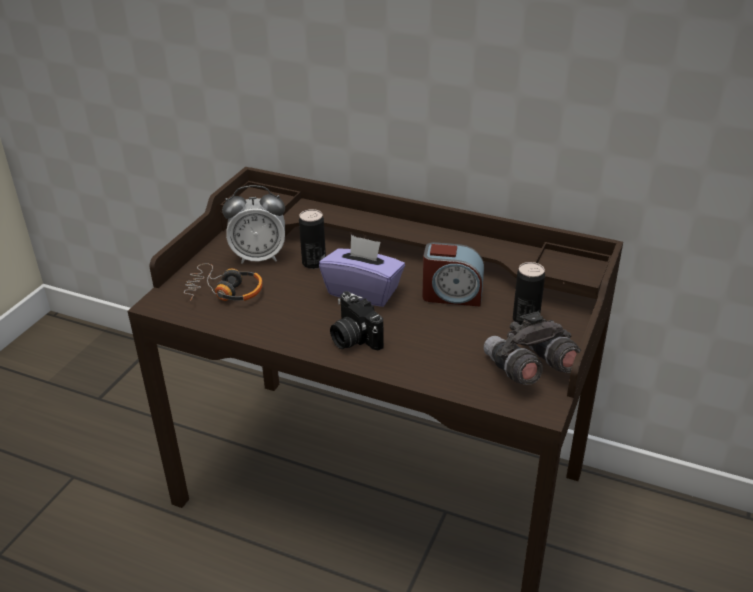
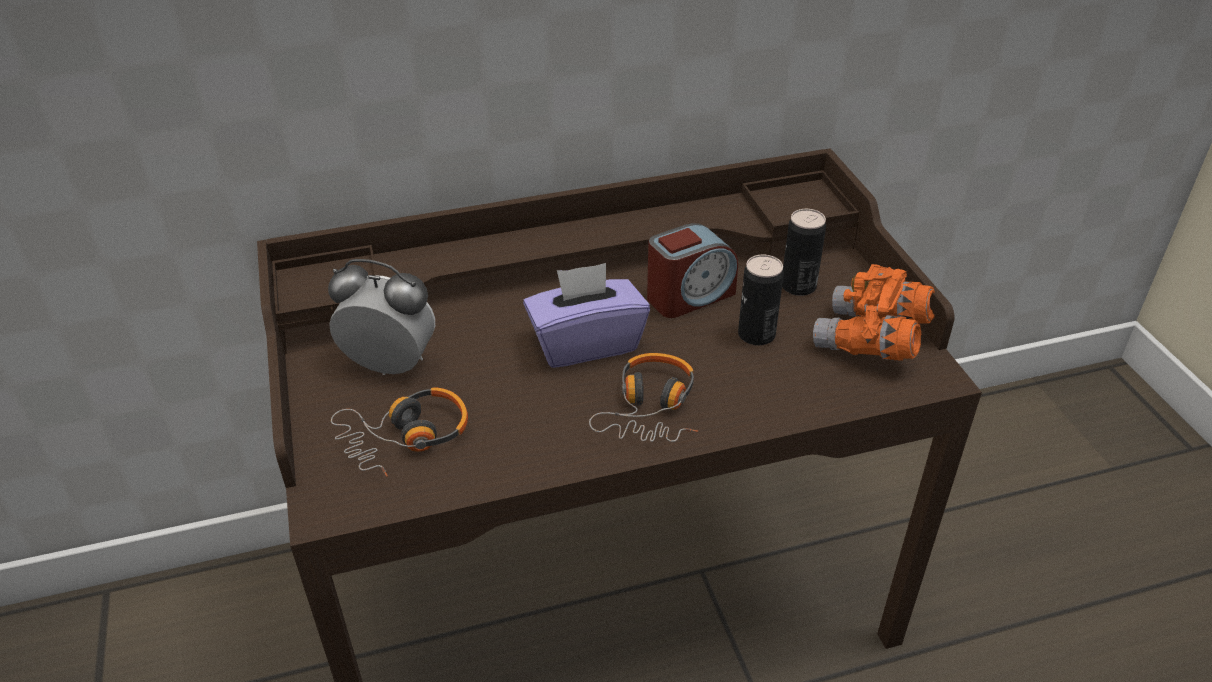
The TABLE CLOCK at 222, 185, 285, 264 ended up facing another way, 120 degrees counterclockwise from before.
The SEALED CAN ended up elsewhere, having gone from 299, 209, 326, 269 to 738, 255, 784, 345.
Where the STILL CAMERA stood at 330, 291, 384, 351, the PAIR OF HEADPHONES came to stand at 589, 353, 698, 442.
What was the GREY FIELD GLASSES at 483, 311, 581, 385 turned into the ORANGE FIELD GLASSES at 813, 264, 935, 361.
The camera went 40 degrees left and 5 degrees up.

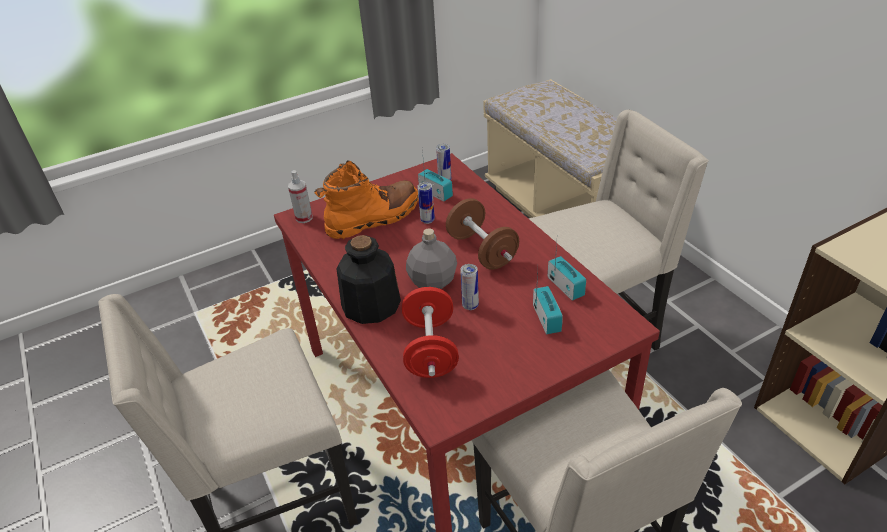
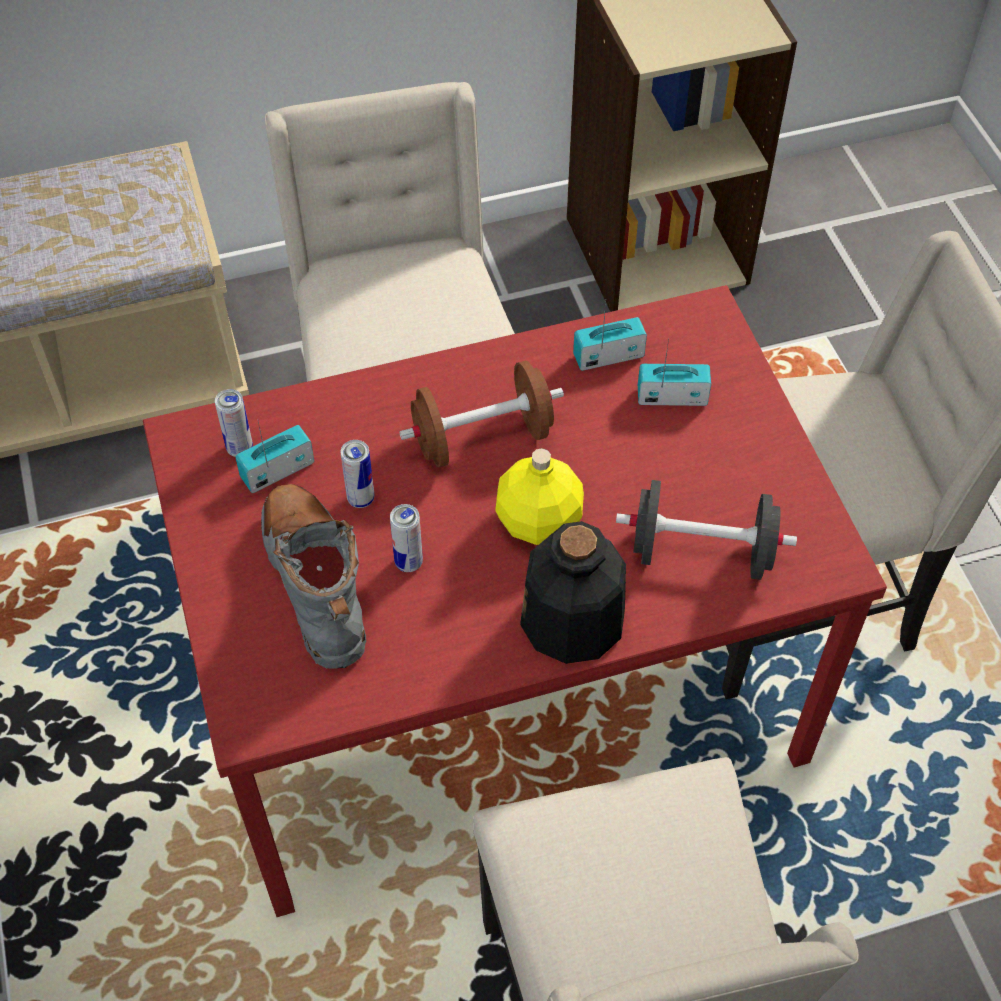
The second view lost the HAND SPRAYER at 288, 170, 313, 223.
What was the ORANGE TALL BOOT at 314, 160, 419, 239 turned into the GREY TALL BOOT at 261, 484, 366, 669.
What was the RED HAND WEIGHT at 402, 287, 459, 378 turned into the BLACK-COLOURED HAND WEIGHT at 616, 480, 797, 580.
What was the GREY BOTTLE at 406, 228, 457, 289 turned into the YELLOW BOTTLE at 495, 448, 584, 545.
The SEALED CAN ended up elsewhere, having gone from 460, 264, 479, 310 to 390, 504, 423, 572.
The camera went 80 degrees left and 15 degrees up.

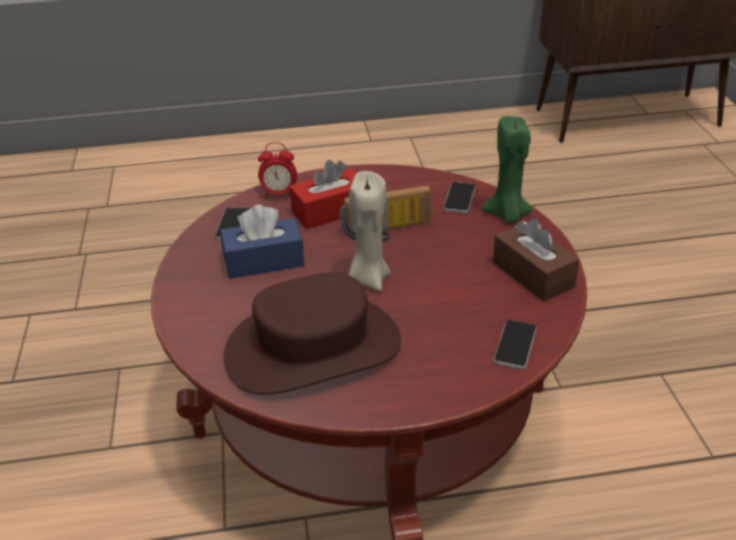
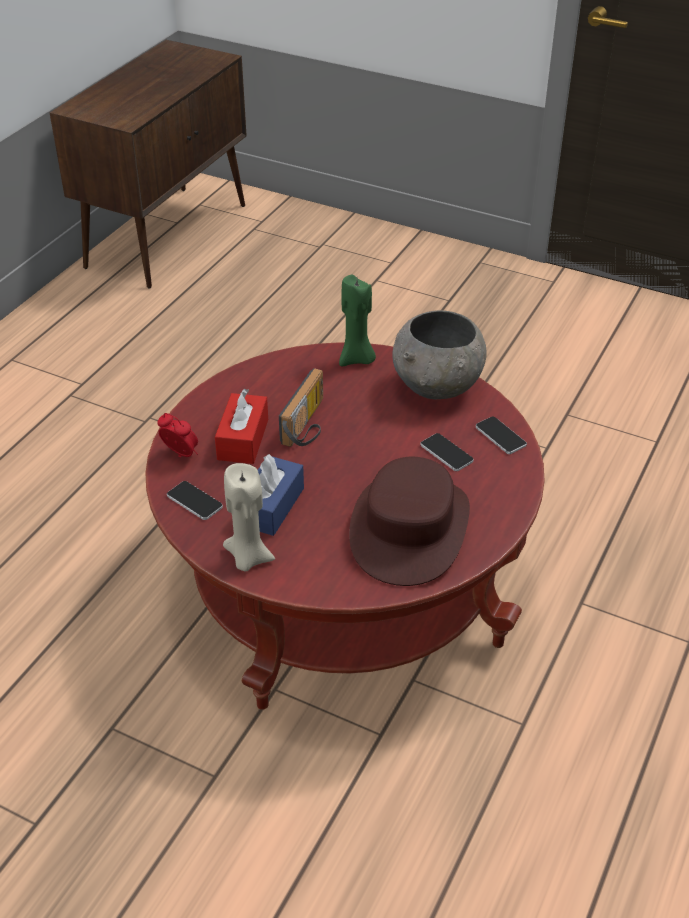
The TABLE CLOCK at 258, 142, 297, 199 ended up facing another way, 90 degrees counterclockwise from before.
The SAND-COLOURED WAX LIGHT ended up elsewhere, having gone from 348, 171, 390, 291 to 223, 463, 275, 571.
The HANDSET ended up elsewhere, having gone from 443, 182, 475, 213 to 420, 433, 473, 471.
Where the BROWN-COLOURED TISSUE HOLDER stood at 493, 219, 579, 301, the GREY SERVING BOWL came to stand at 393, 310, 487, 399.
The camera went 55 degrees left and 5 degrees up.

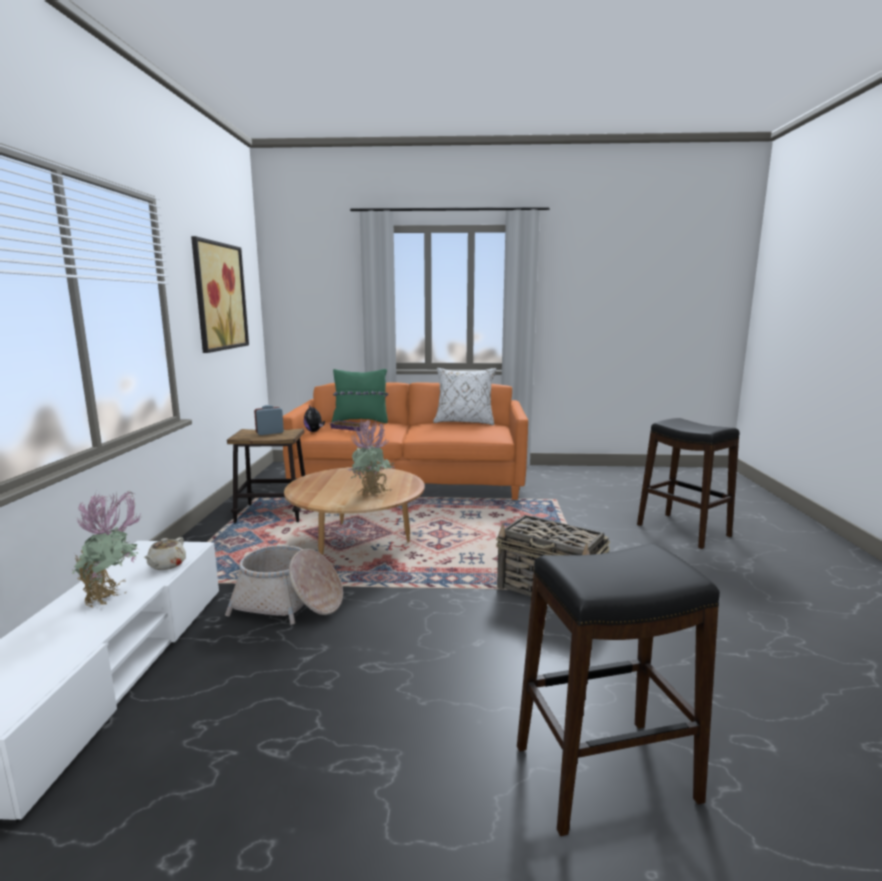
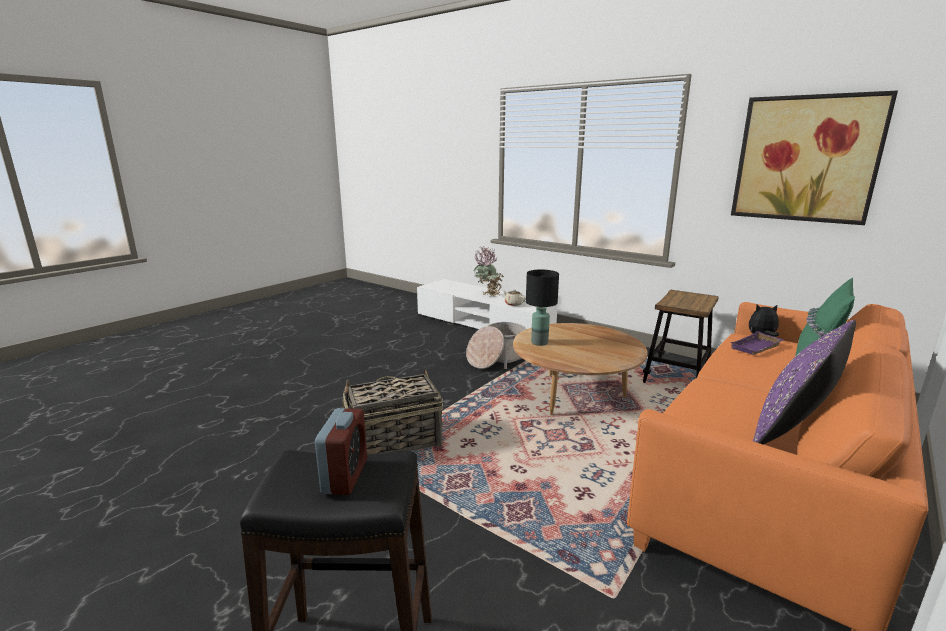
The TABLE CLOCK ended up elsewhere, having gone from 254, 405, 284, 435 to 315, 408, 367, 495.
Where the PLANT IN A POT stood at 349, 419, 395, 496, the BLACK-COLOURED LAMP FOR A TABLE came to stand at 526, 270, 559, 346.
What was the WHITE-COLOURED PILLOW at 433, 368, 496, 425 turned into the PURPLE PILLOW at 753, 320, 856, 445.
The second view lost the BLACK-COLOURED SITTING STOOL at 517, 544, 720, 836.
The camera went 125 degrees right and 5 degrees up.

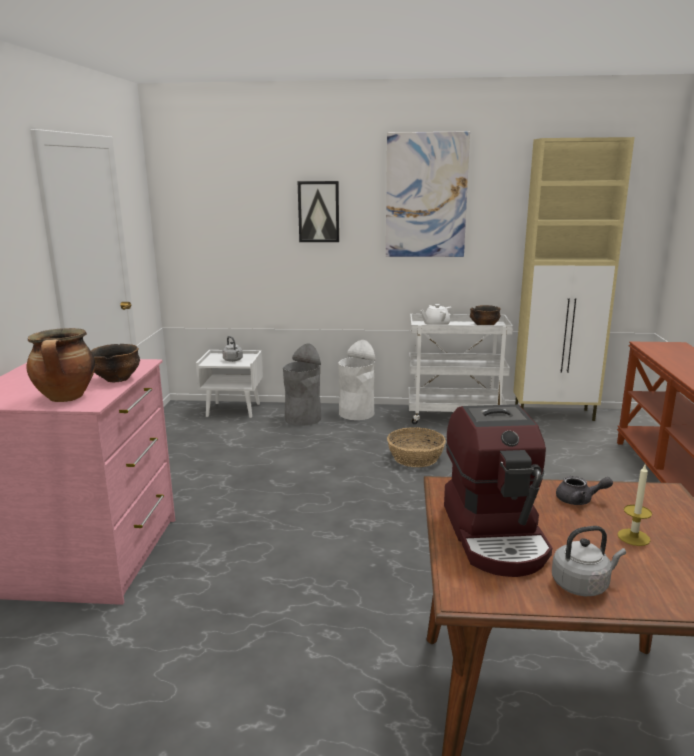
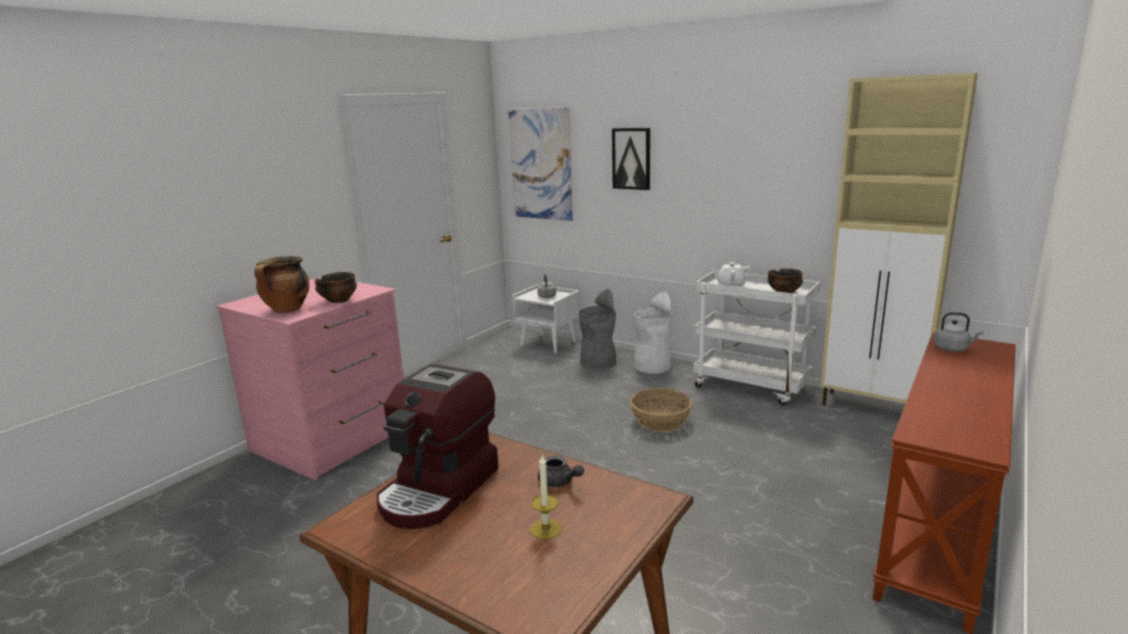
The PICTURE ended up elsewhere, having gone from 386, 131, 470, 257 to 508, 107, 573, 221.
The GREY KETTLE ended up elsewhere, having gone from 552, 526, 626, 596 to 934, 312, 983, 352.
The camera went 30 degrees right and 0 degrees up.

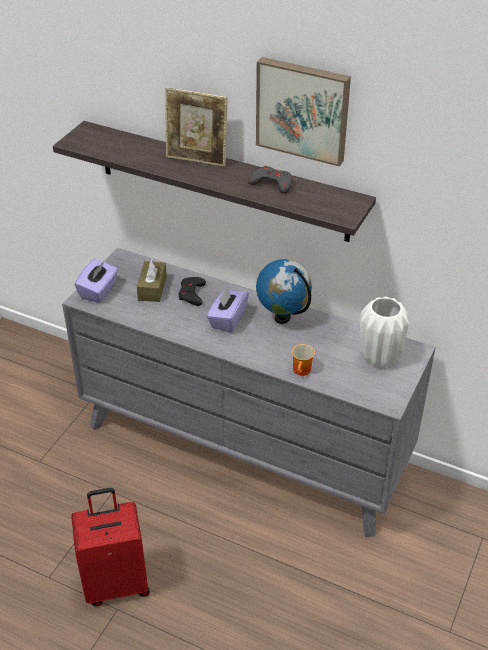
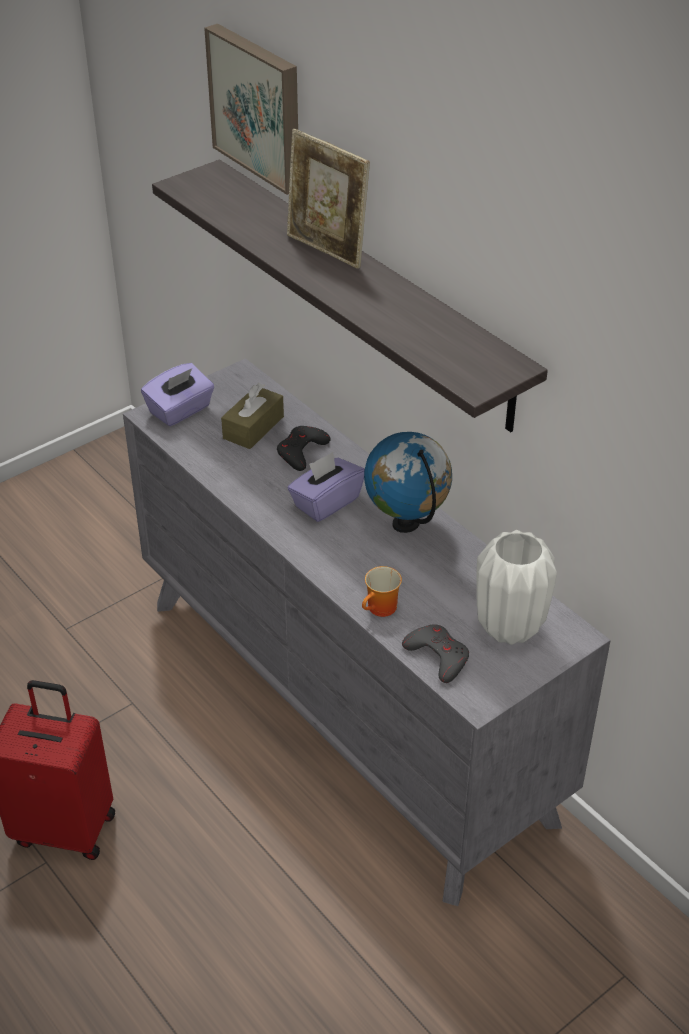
The GREY GAME CONTROLLER ended up elsewhere, having gone from 248, 166, 292, 194 to 402, 624, 469, 683.
The PICTURE ended up elsewhere, having gone from 256, 57, 351, 167 to 204, 24, 298, 195.
The camera went 25 degrees right and 0 degrees up.

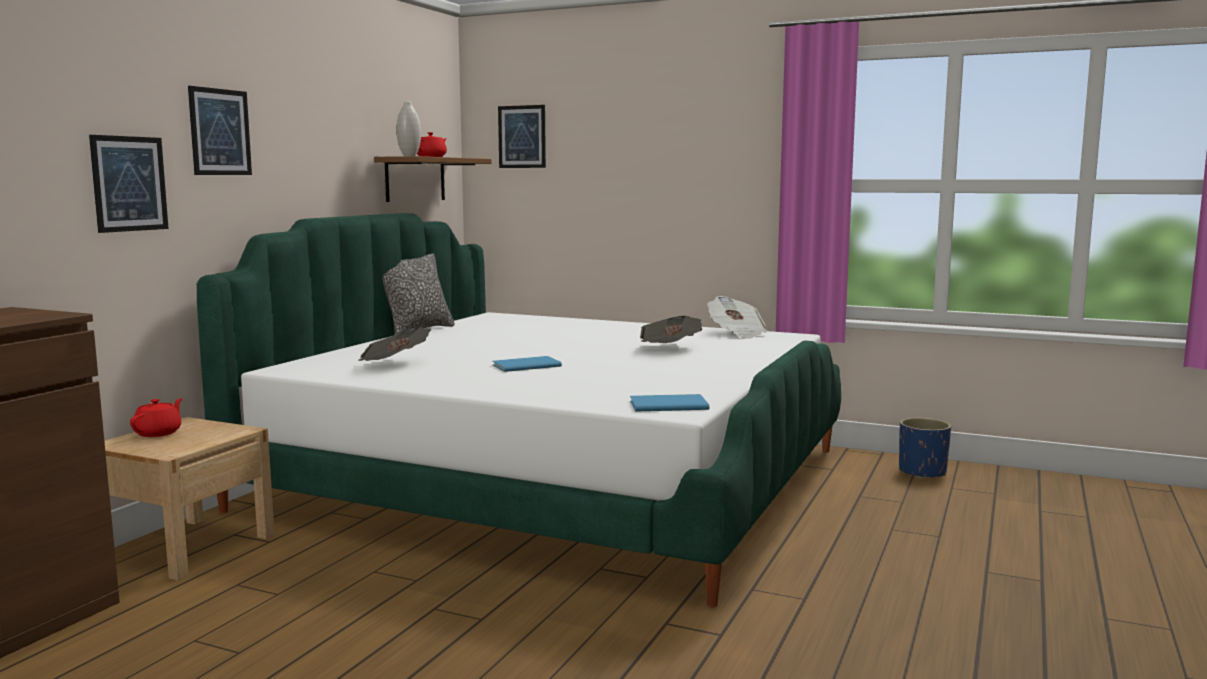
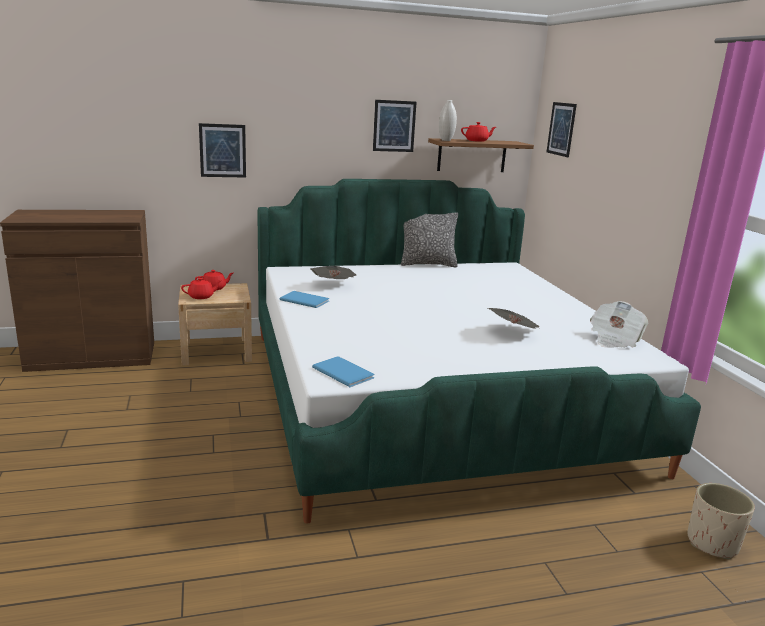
The PICTURE ended up elsewhere, having gone from 188, 86, 252, 175 to 373, 100, 417, 152.
The BLUE BOOK ended up elsewhere, having gone from 492, 356, 562, 372 to 280, 291, 329, 308.
What was the BLUE FLOWER POT at 899, 418, 951, 479 turned into the SAND-COLOURED FLOWER POT at 687, 483, 755, 559.
The second view gained the RED POT FOR TEA at 181, 278, 222, 299.
The camera went 50 degrees right and 10 degrees up.

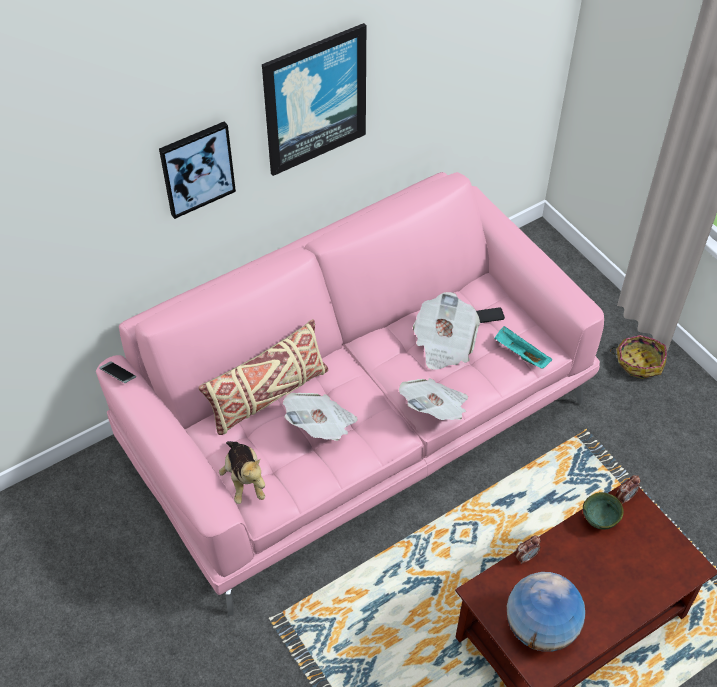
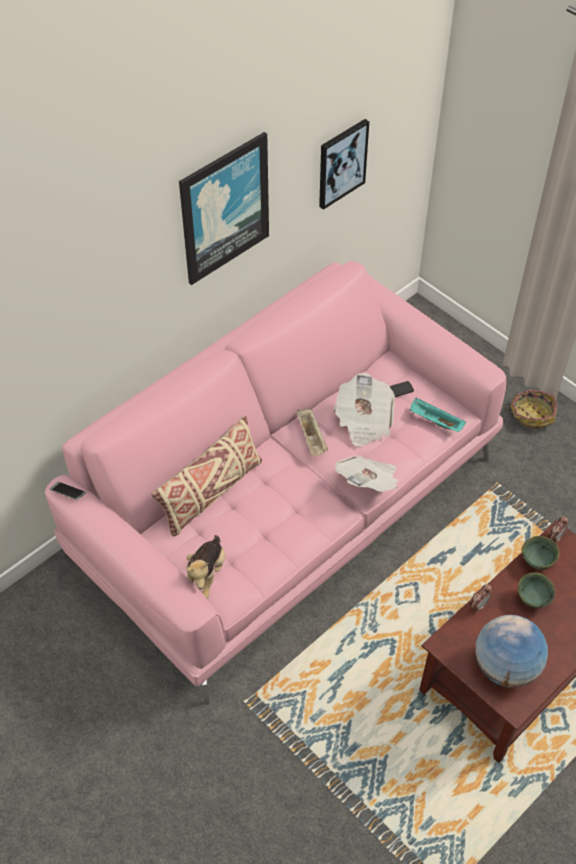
The PICTURE ended up elsewhere, having gone from 159, 121, 236, 219 to 319, 119, 369, 210.
The PLUSH TOY at 219, 441, 265, 504 ended up facing another way, 45 degrees clockwise from before.
The second view lost the NEWSPAPER at 283, 393, 358, 441.
The second view gained the SAND-COLOURED SERVING TRAY at 297, 408, 328, 456.
The second view gained the GREEN-COLOURED SERVING BOWL at 518, 572, 555, 608.
The camera went 10 degrees left and 0 degrees up.

